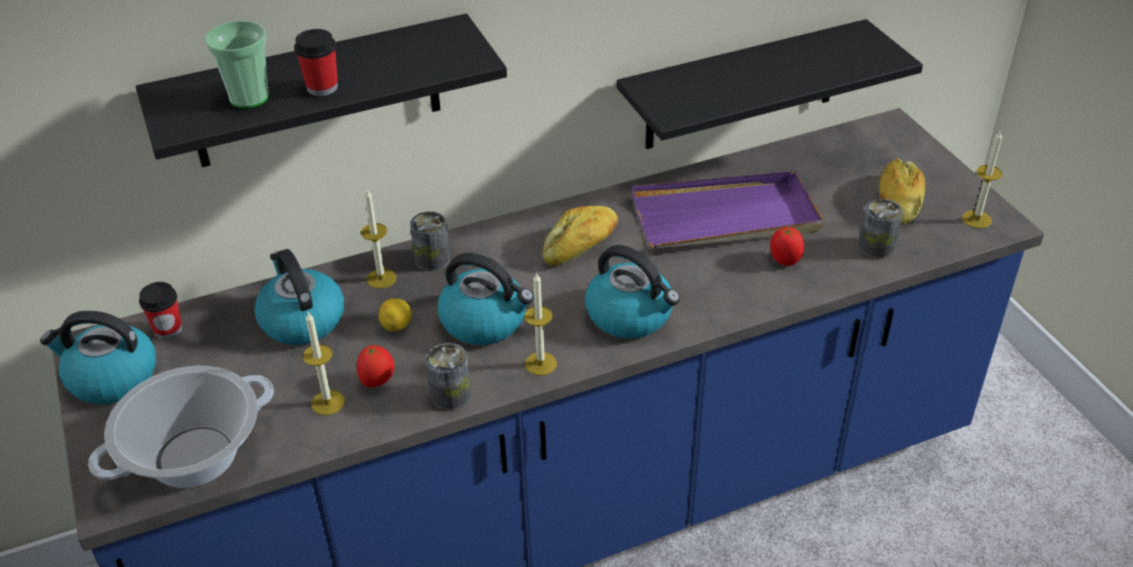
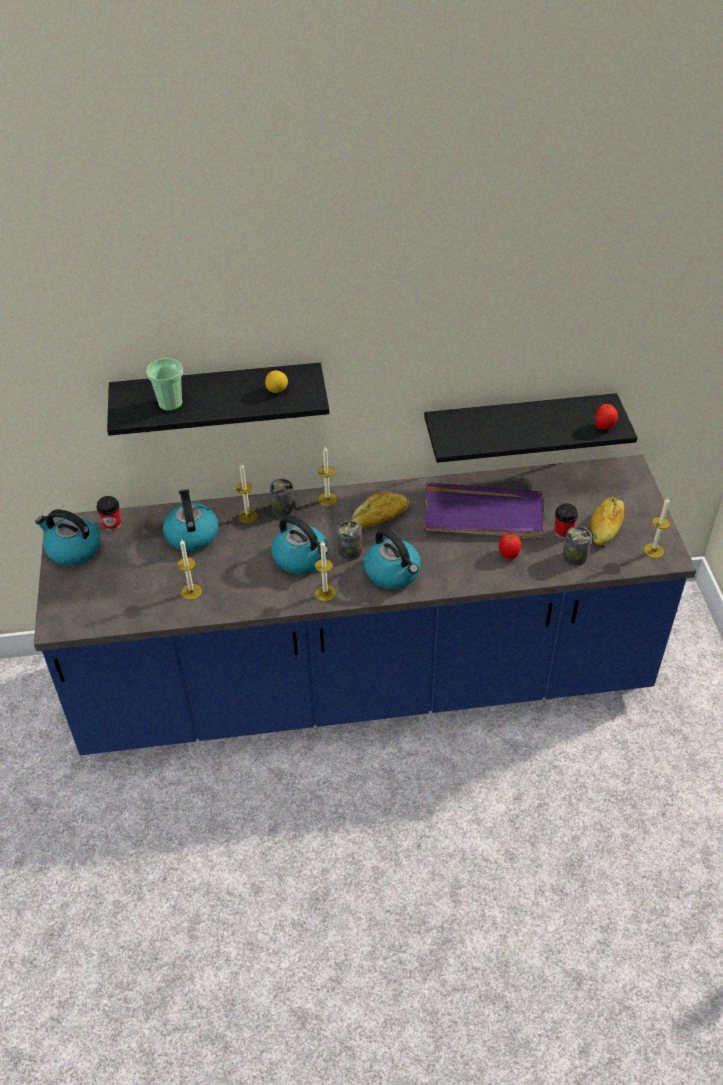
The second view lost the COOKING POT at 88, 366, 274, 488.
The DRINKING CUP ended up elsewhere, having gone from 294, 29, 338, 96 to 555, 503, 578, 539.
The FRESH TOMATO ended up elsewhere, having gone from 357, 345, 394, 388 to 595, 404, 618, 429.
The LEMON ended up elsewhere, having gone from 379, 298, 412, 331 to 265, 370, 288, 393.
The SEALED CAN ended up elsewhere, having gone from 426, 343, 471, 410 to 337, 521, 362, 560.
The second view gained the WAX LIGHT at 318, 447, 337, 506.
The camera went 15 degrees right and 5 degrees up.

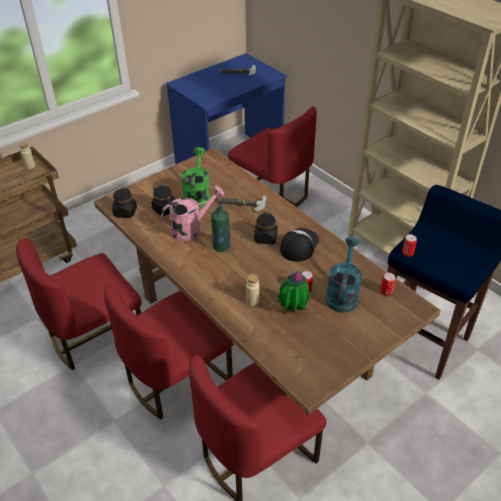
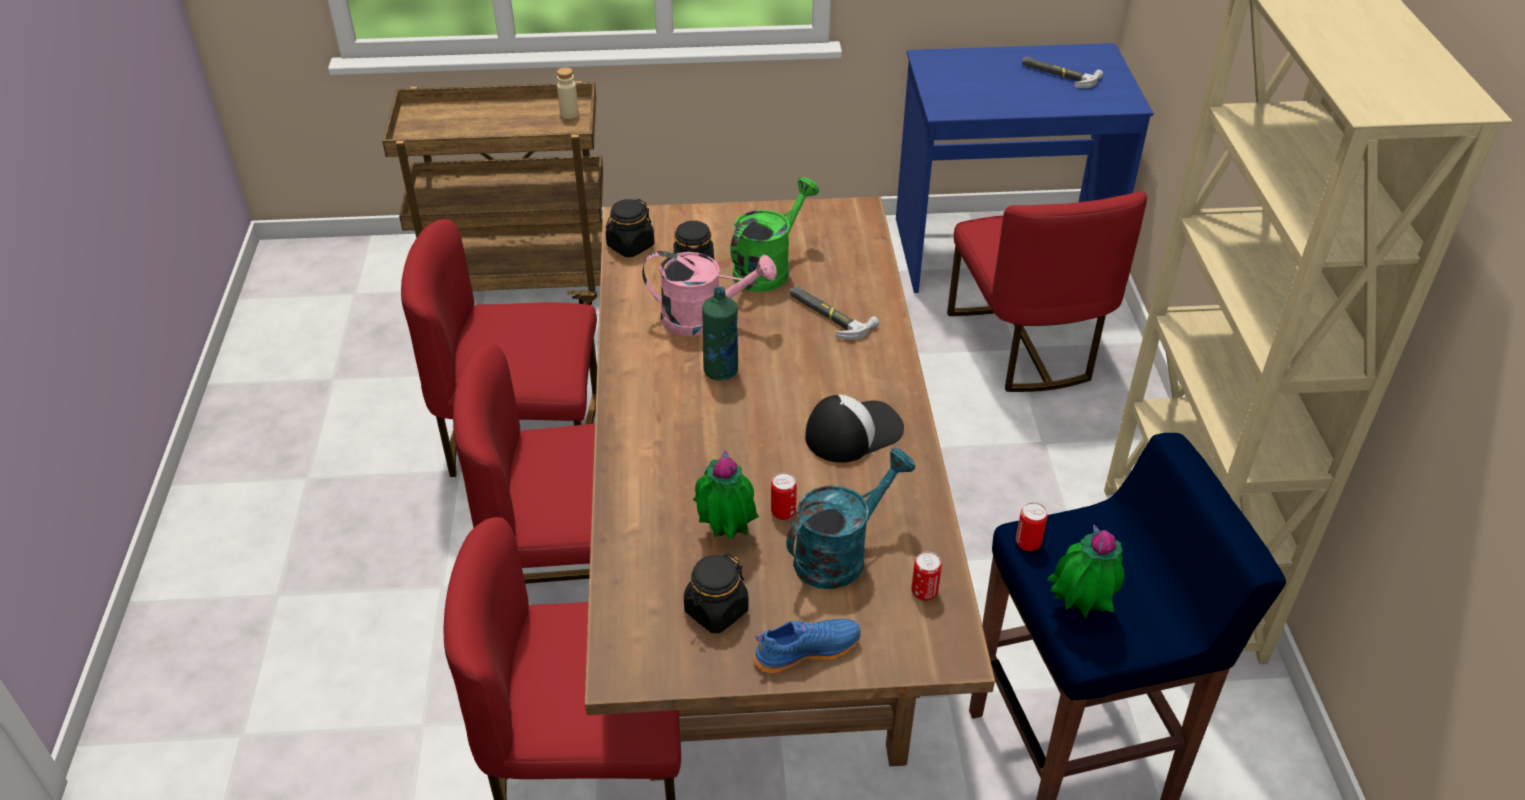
The second view lost the SAND-COLOURED BOTTLE at 246, 274, 260, 306.
The BLACK-COLOURED PRESERVE JAR ended up elsewhere, having gone from 254, 212, 277, 244 to 684, 554, 749, 633.
The second view gained the BLUE ITEM OF FOOTWEAR at 754, 619, 861, 674.
The second view gained the PLANT IN A POT at 1047, 525, 1124, 618.
The camera went 35 degrees right and 0 degrees up.

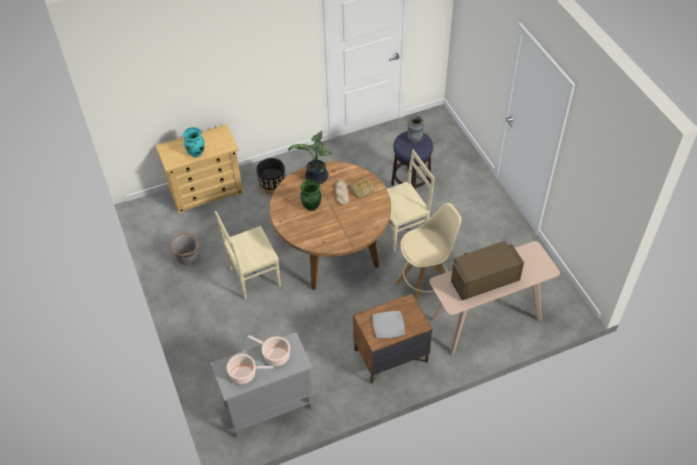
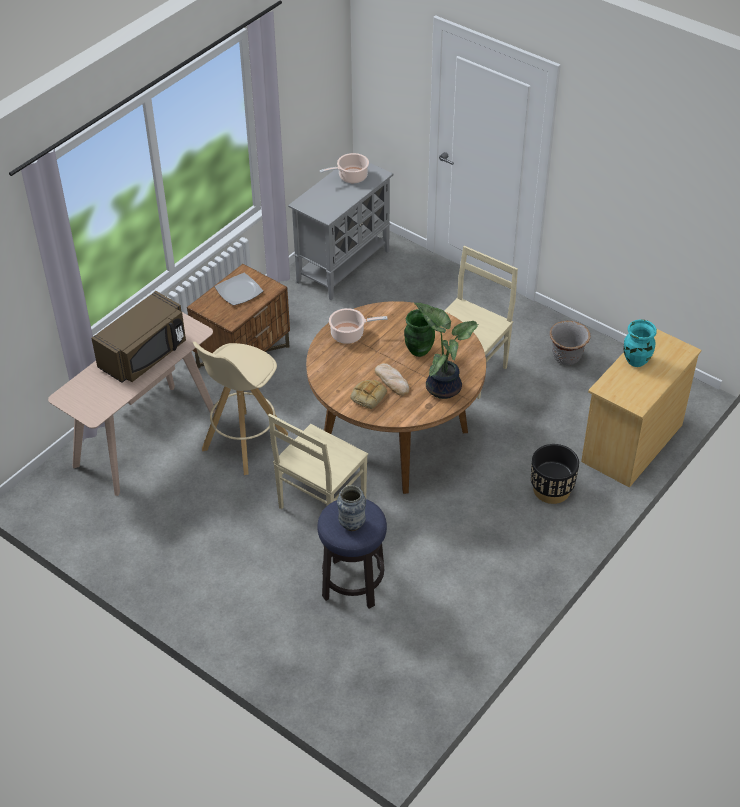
The COOKING POT ended up elsewhere, having gone from 247, 335, 290, 366 to 329, 308, 387, 344.
The camera went 150 degrees right and 5 degrees down.

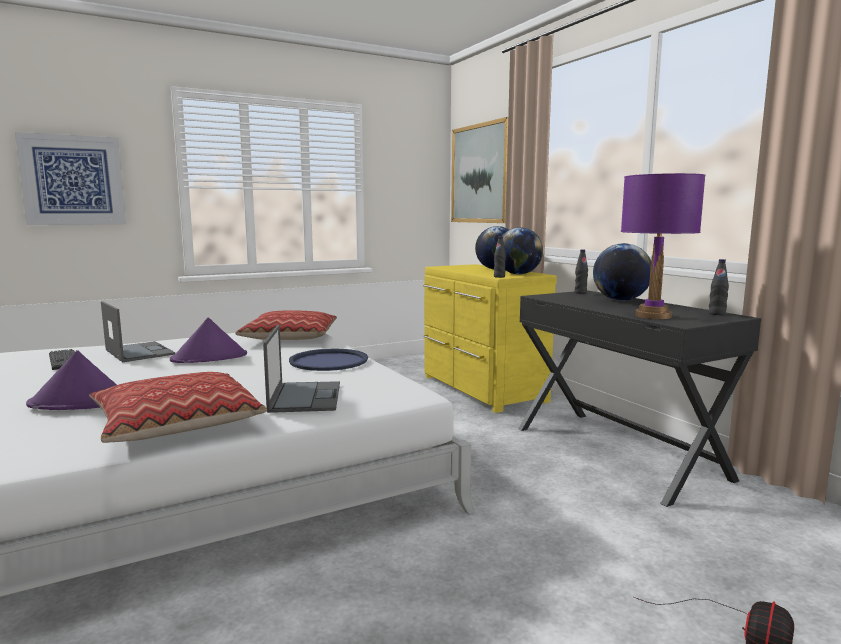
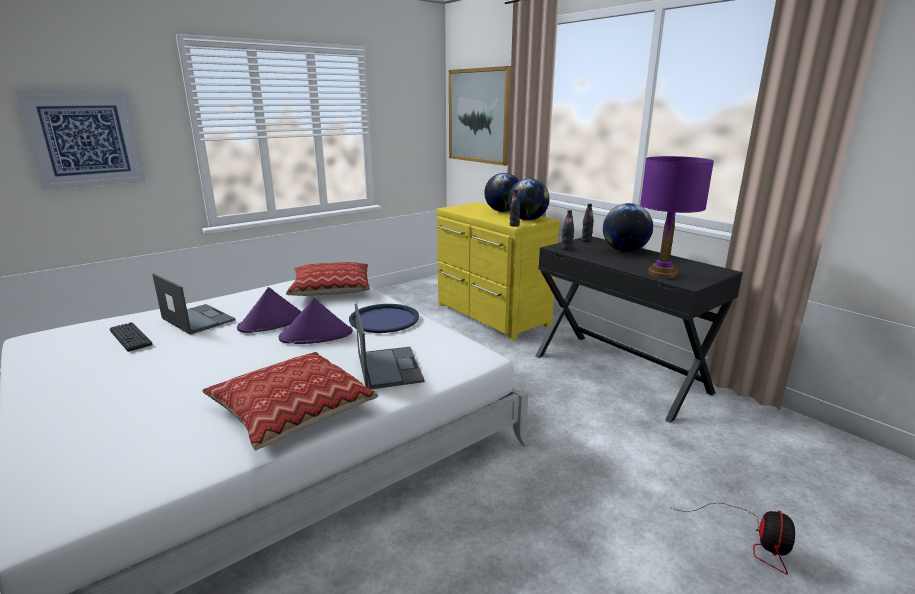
The PURPLE CLOTHING HAT ended up elsewhere, having gone from 26, 350, 117, 410 to 279, 298, 353, 344.
The BLACK-COLOURED BOTTLE ended up elsewhere, having gone from 709, 259, 729, 315 to 561, 210, 574, 250.
The camera went 10 degrees left and 10 degrees up.

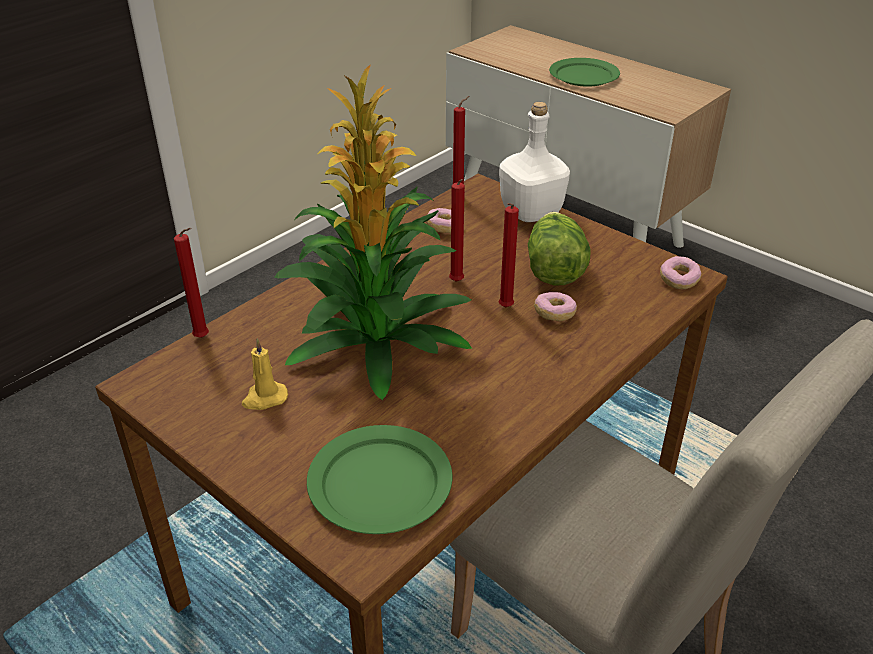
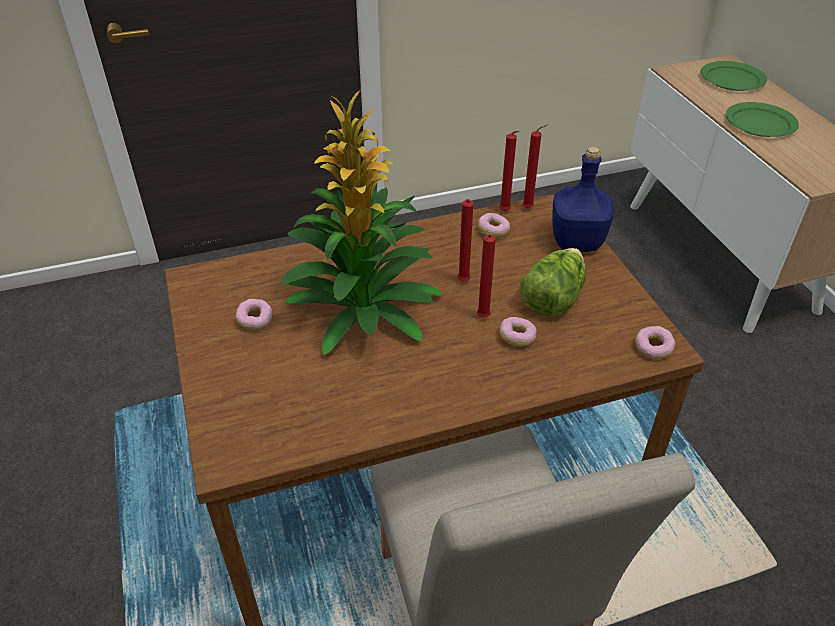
The RED WAX LIGHT ended up elsewhere, having gone from 174, 228, 209, 338 to 499, 131, 520, 211.
Where the YELLOW WAX LIGHT stood at 242, 339, 288, 410, the DONUT came to stand at 236, 299, 272, 331.
The GREEN-COLOURED PLATE ended up elsewhere, having gone from 307, 425, 452, 534 to 701, 61, 767, 91.
What was the WHITE-COLOURED BOTTLE at 499, 102, 570, 222 turned into the BLUE BOTTLE at 552, 147, 614, 252.
The camera went 30 degrees right and 5 degrees up.

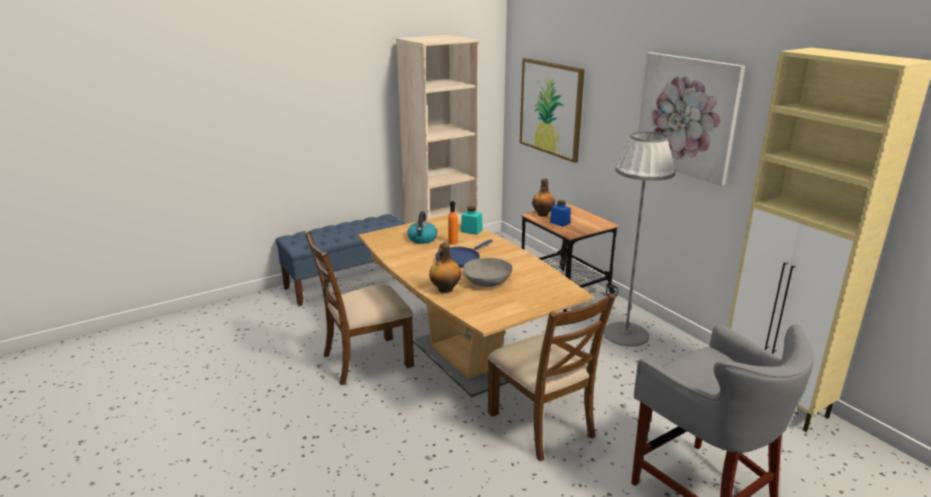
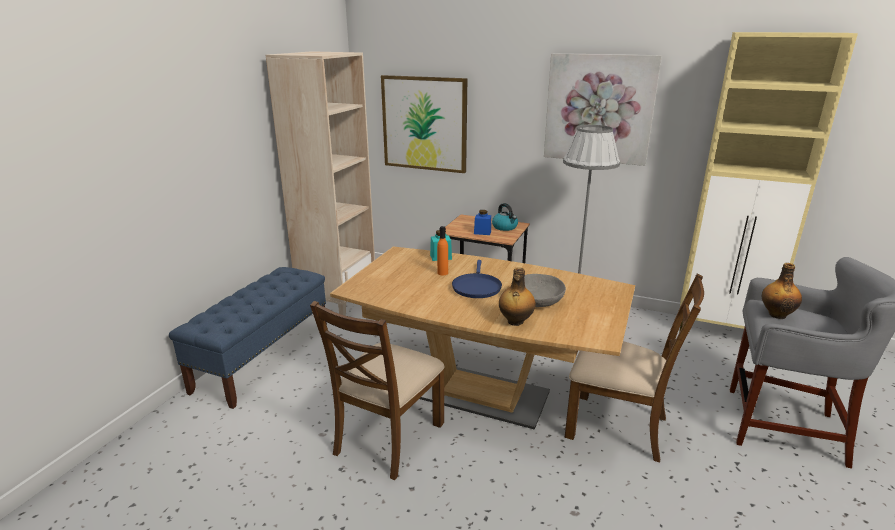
The KETTLE ended up elsewhere, having gone from 407, 211, 437, 244 to 492, 203, 518, 231.
The BOTTLE ended up elsewhere, having gone from 532, 178, 555, 216 to 762, 263, 802, 319.
The camera went 35 degrees left and 0 degrees up.

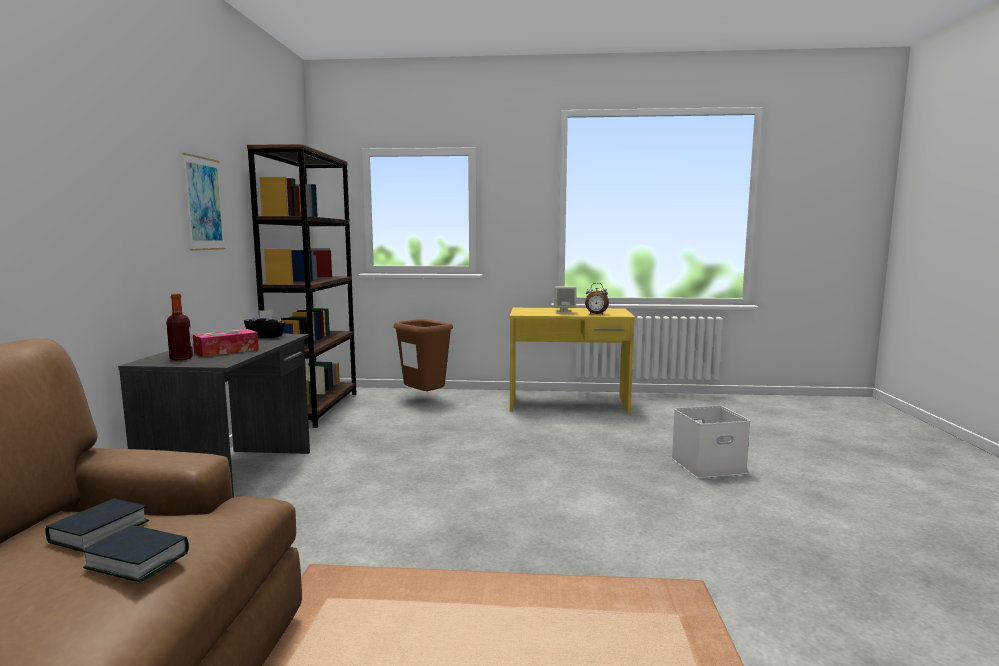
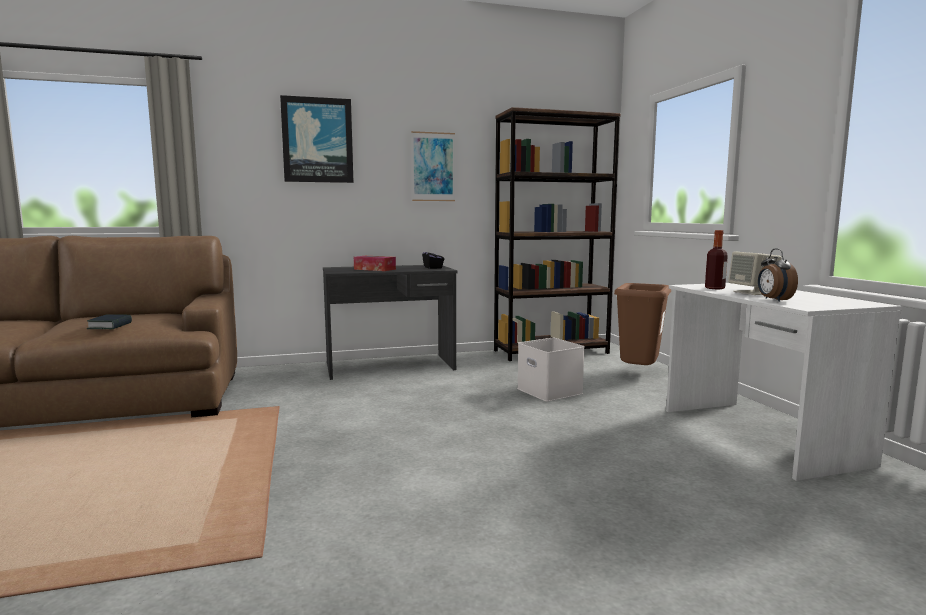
The second view lost the BOOK at 45, 499, 149, 552.
The BOTTLE ended up elsewhere, having gone from 166, 294, 193, 360 to 705, 230, 728, 289.
What was the YELLOW DESK at 510, 308, 635, 414 turned into the WHITE-COLOURED DESK at 666, 283, 902, 481.
The WHITE-COLOURED STORAGE BIN ended up elsewhere, having gone from 672, 405, 750, 478 to 517, 338, 585, 402.
The second view gained the PICTURE at 280, 95, 354, 183.
The camera went 70 degrees right and 0 degrees up.

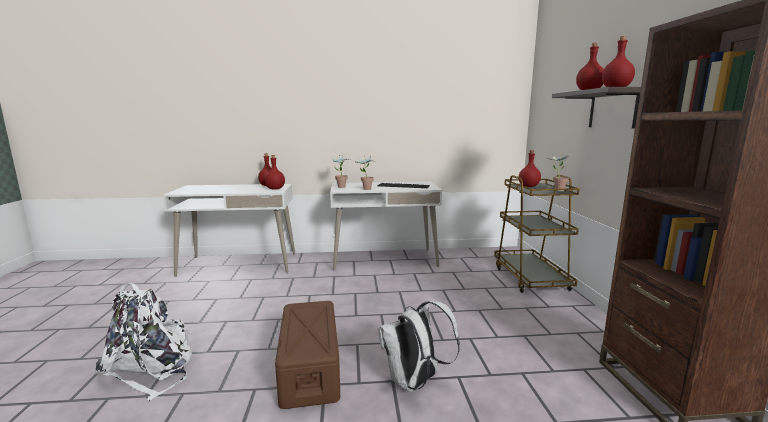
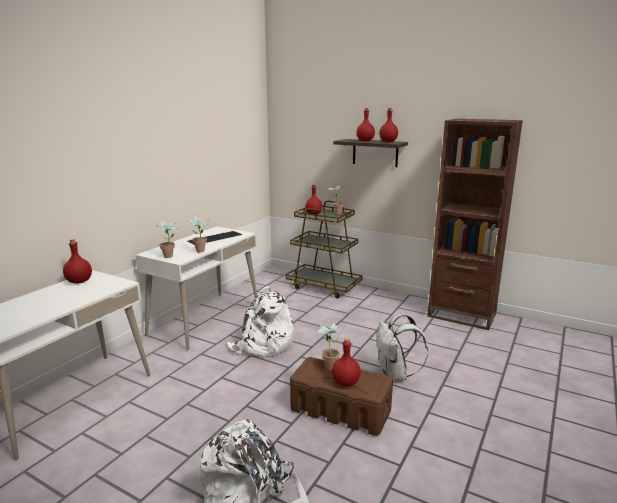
The RED BOTTLE ended up elsewhere, having gone from 265, 155, 285, 189 to 332, 338, 361, 387.
The second view gained the WHITE-COLOURED BACKPACK at 227, 286, 294, 358.
The second view gained the PLANT IN A POT at 317, 322, 344, 370.
The camera went 55 degrees left and 5 degrees up.

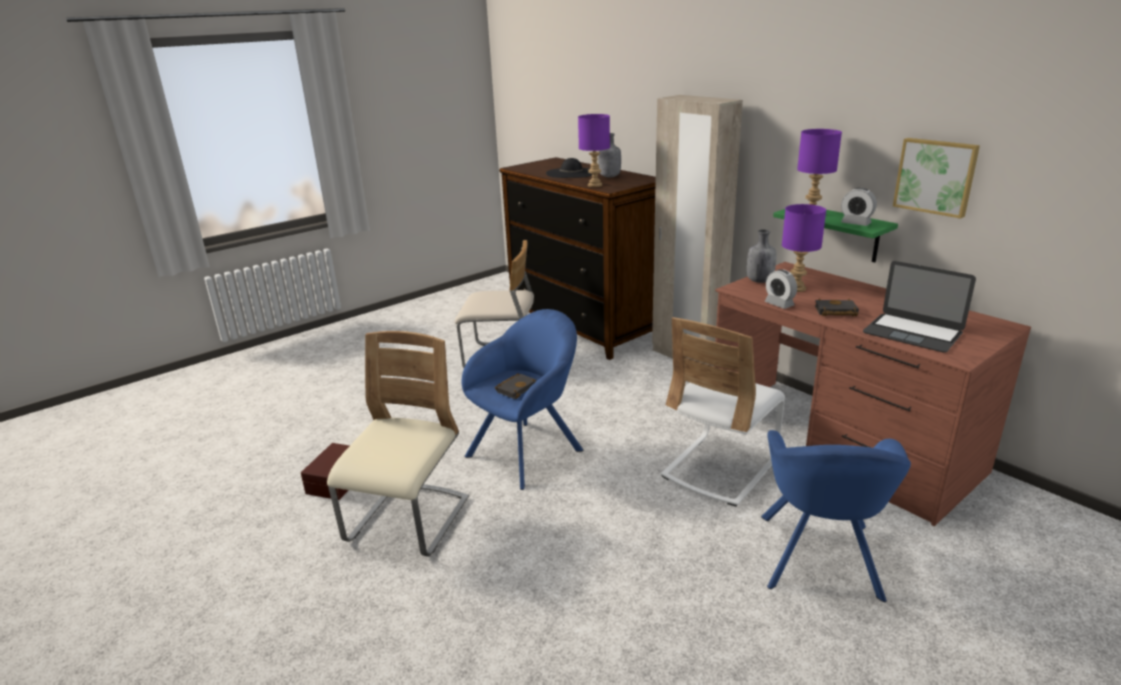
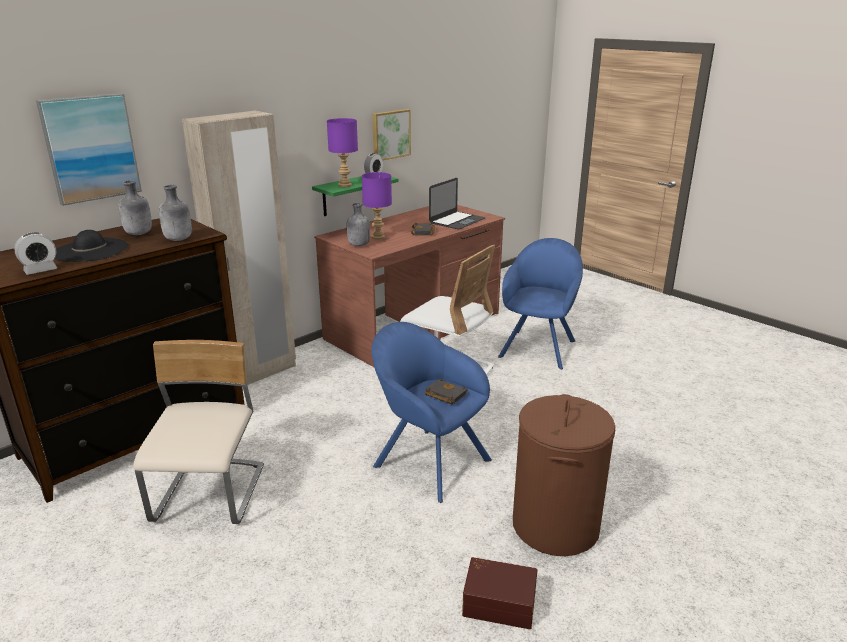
Where the SAND-COLOURED CHAIR stood at 327, 331, 469, 556, the BROWN-COLOURED HAMPER came to stand at 513, 394, 615, 556.
Where the PURPLE LAMP FOR A TABLE stood at 578, 114, 610, 187, the GREY BOTTLE came to stand at 159, 185, 192, 241.
The BLUE EASY CHAIR at 761, 430, 911, 602 ended up facing another way, 75 degrees counterclockwise from before.
The TABLE CLOCK ended up elsewhere, having gone from 765, 269, 797, 309 to 14, 232, 57, 275.
The second view gained the PICTURE at 36, 93, 142, 206.
The camera went 95 degrees left and 0 degrees up.

